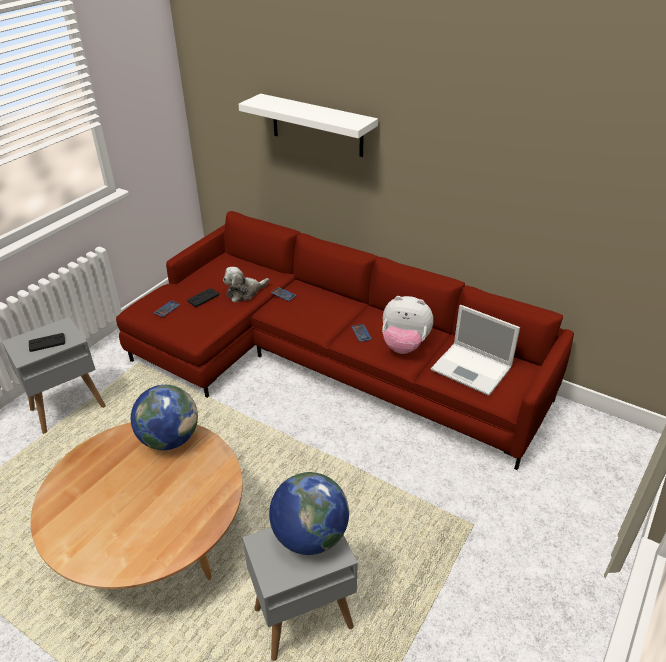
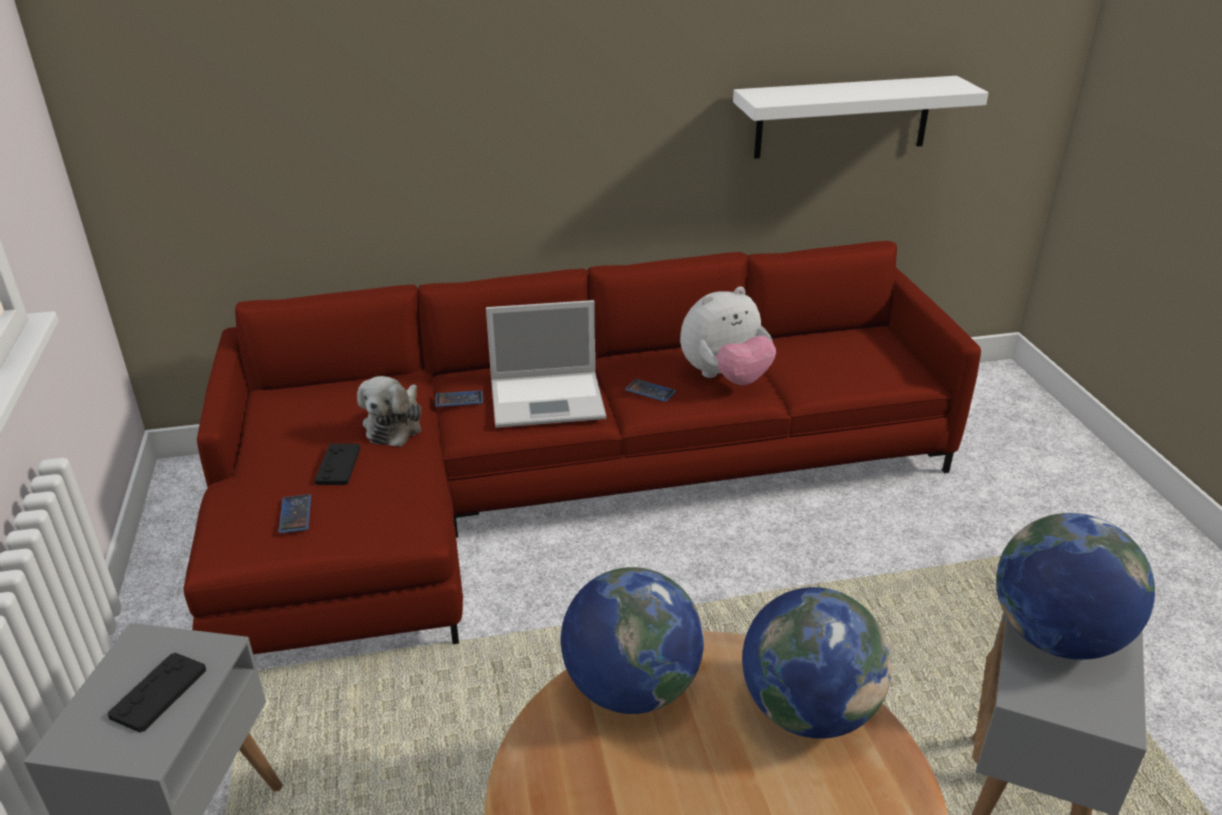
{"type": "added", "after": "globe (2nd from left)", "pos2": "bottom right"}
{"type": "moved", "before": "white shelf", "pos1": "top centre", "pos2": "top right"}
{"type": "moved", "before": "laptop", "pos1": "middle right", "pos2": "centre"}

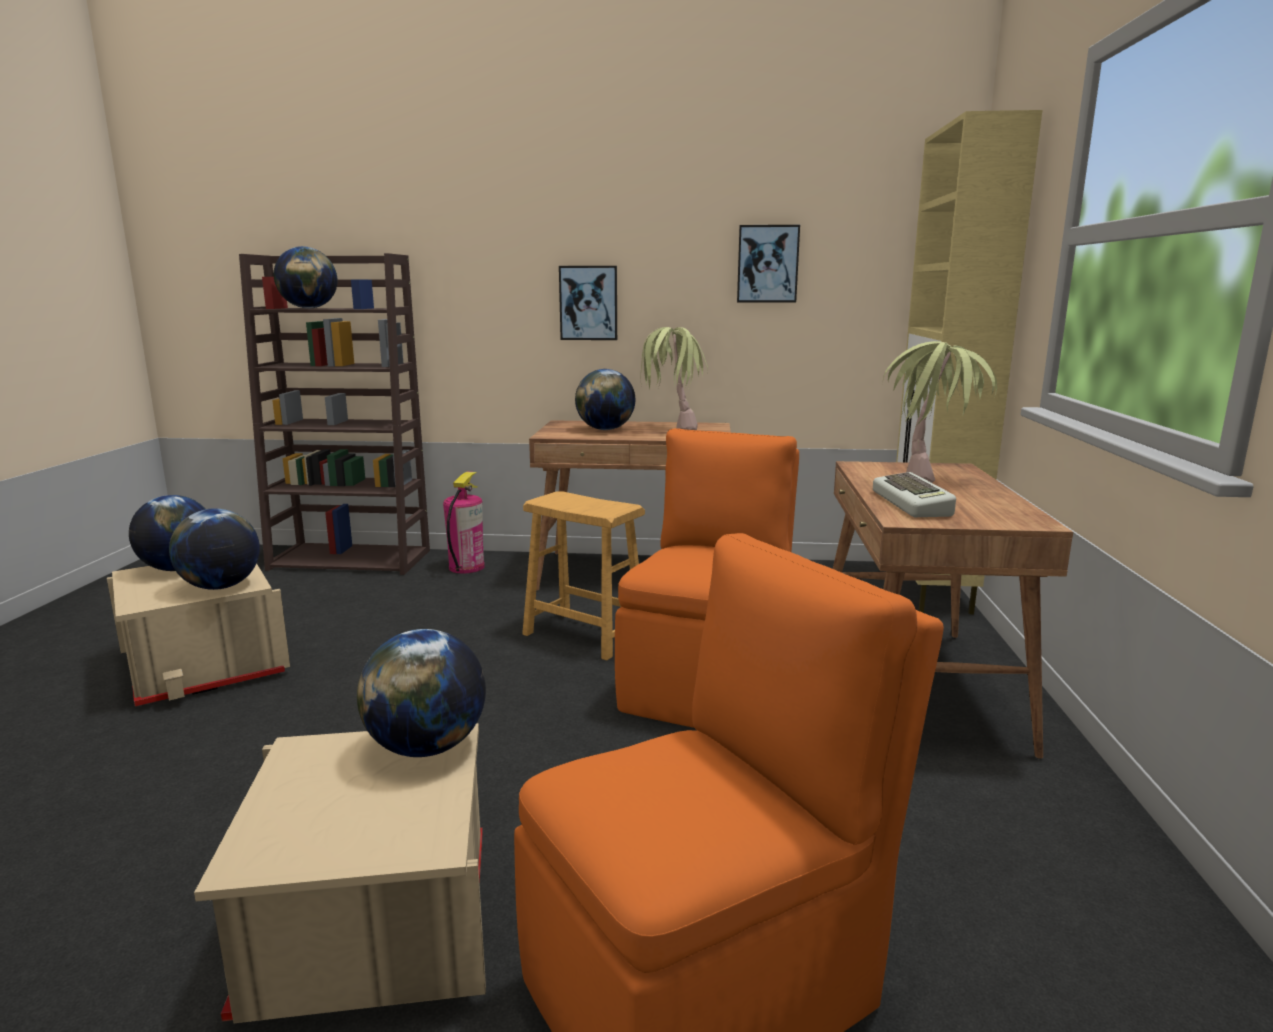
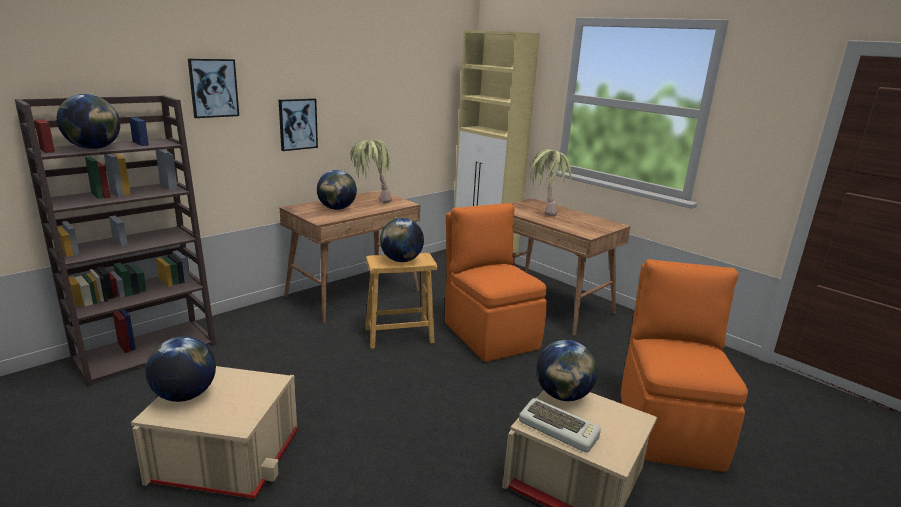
{"type": "removed", "before": "fire extinguisher", "pos1": "centre"}
{"type": "moved", "before": "globe (2nd from left in the first image)", "after": "globe (4th from left)", "pos1": "middle left", "pos2": "centre"}
{"type": "moved", "before": "picture (2nd from left in the first image)", "after": "picture (1st from left)", "pos1": "top centre", "pos2": "top left"}
{"type": "moved", "before": "keyboard", "pos1": "middle right", "pos2": "bottom centre"}

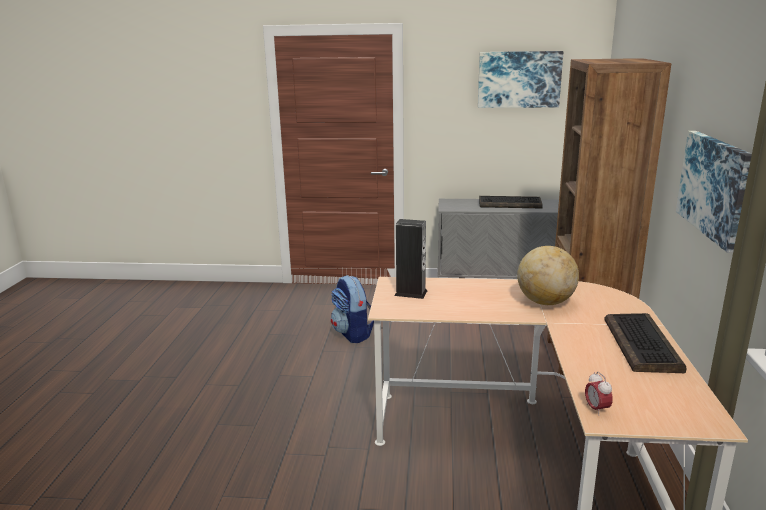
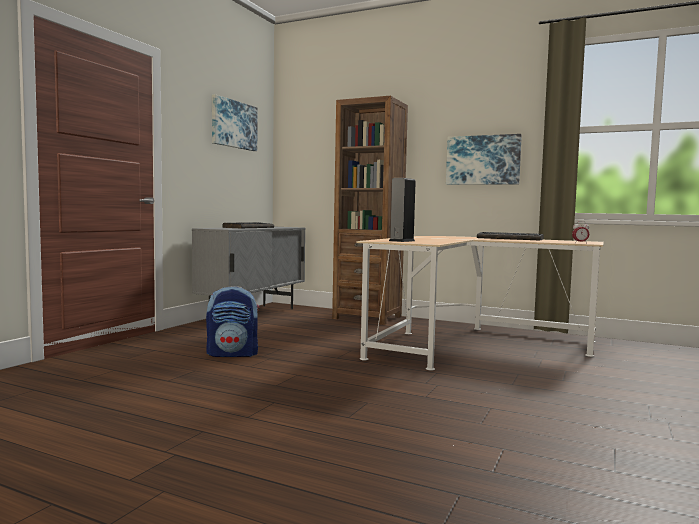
{"type": "removed", "before": "globe", "pos1": "middle right"}

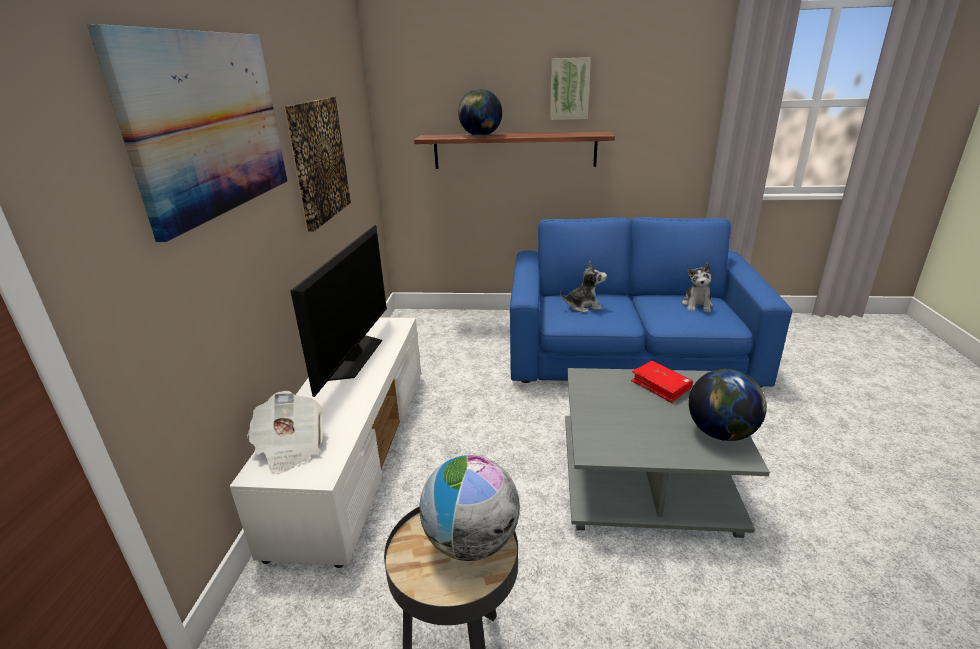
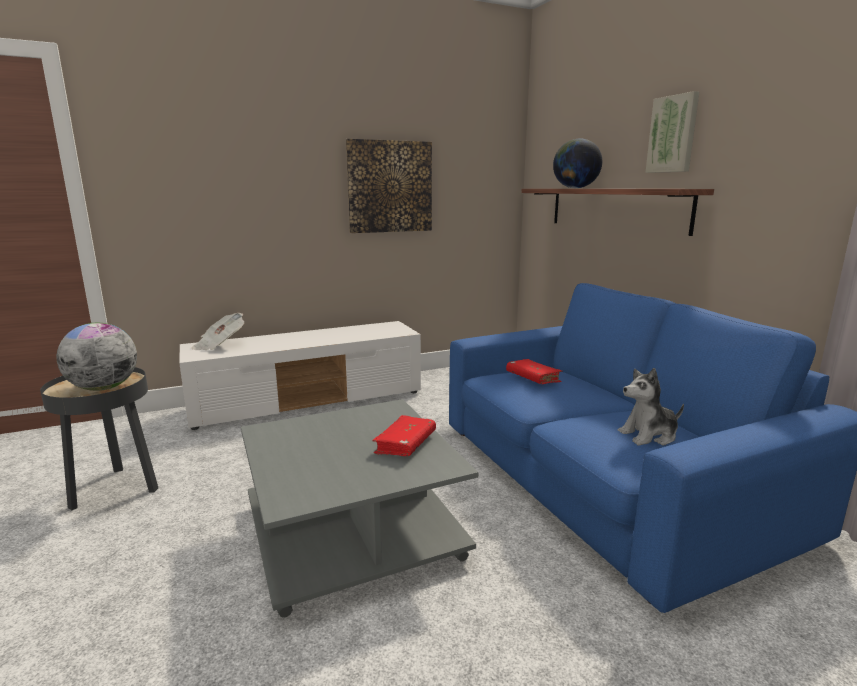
{"type": "removed", "before": "picture (1st from left)", "pos1": "top left"}
{"type": "removed", "before": "television", "pos1": "centre"}
{"type": "removed", "before": "globe (3rd from left)", "pos1": "middle right"}
{"type": "replaced", "before": "plush toy (1st from left)", "after": "red book (2nd from left)", "pos1": "centre", "pos2": "centre"}

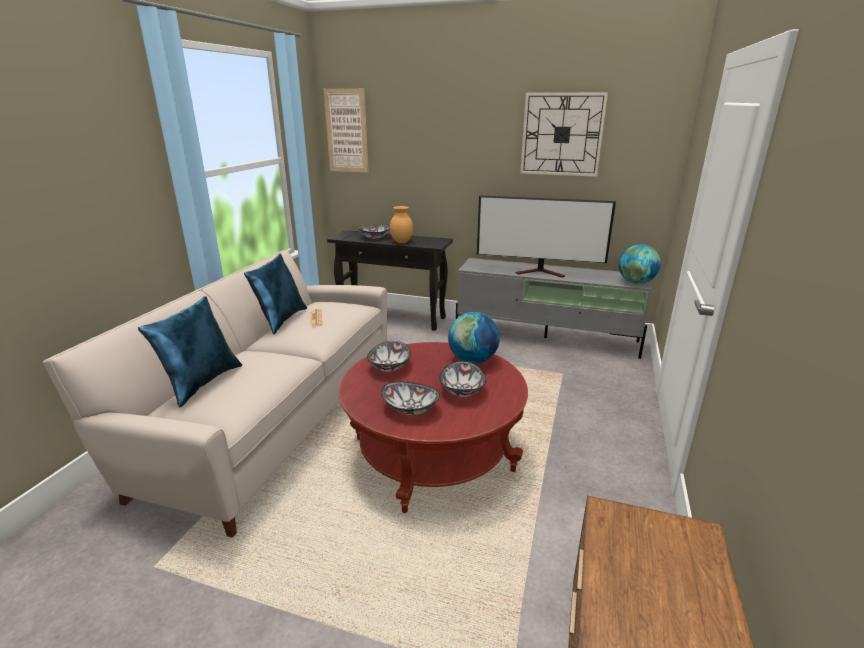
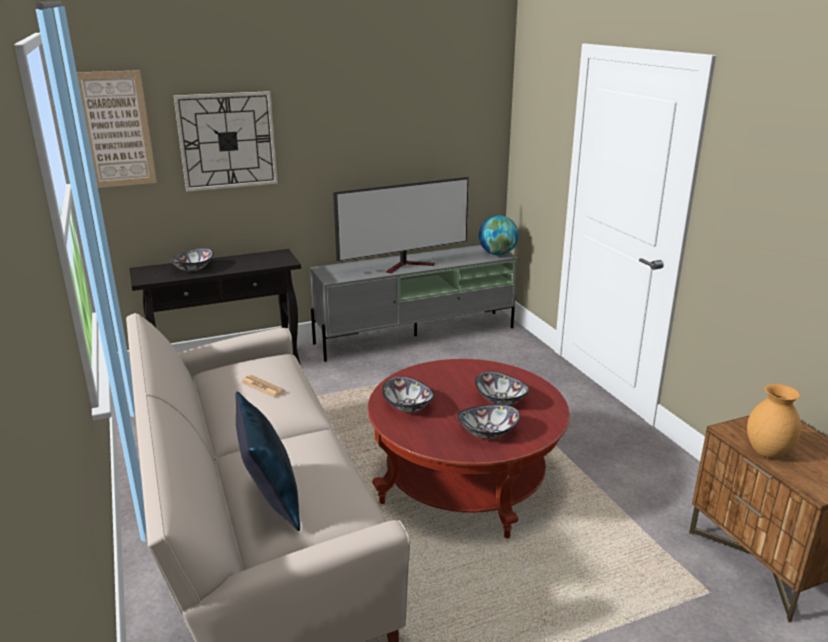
{"type": "removed", "before": "blue pillow (2nd from left)", "pos1": "middle left"}
{"type": "removed", "before": "globe (1st from left)", "pos1": "centre"}
{"type": "moved", "before": "brown vase", "pos1": "centre", "pos2": "middle right"}
{"type": "moved", "before": "wall clock", "pos1": "top centre", "pos2": "top left"}

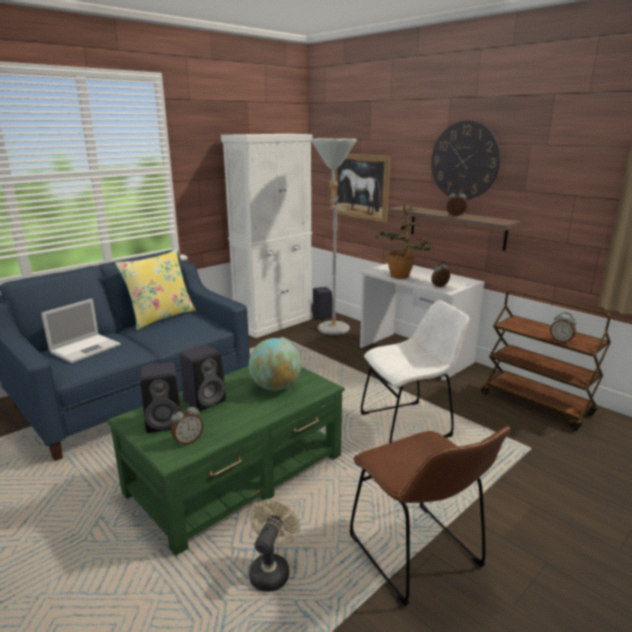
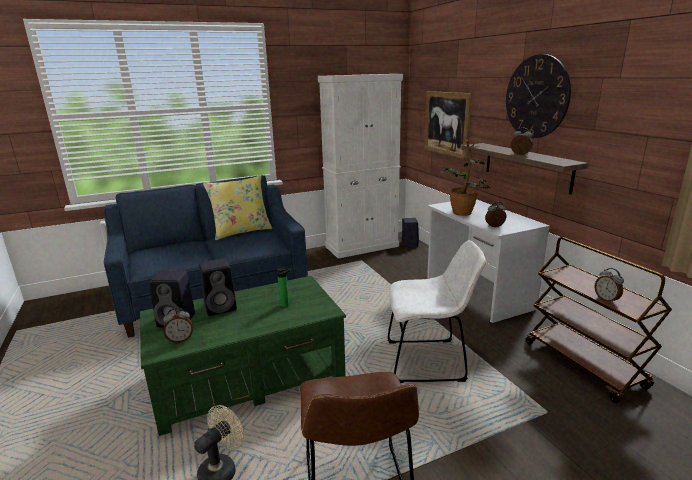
{"type": "removed", "before": "laptop", "pos1": "middle left"}
{"type": "removed", "before": "grey floor lamp", "pos1": "centre"}
{"type": "replaced", "before": "globe", "after": "bottle", "pos1": "centre", "pos2": "centre"}

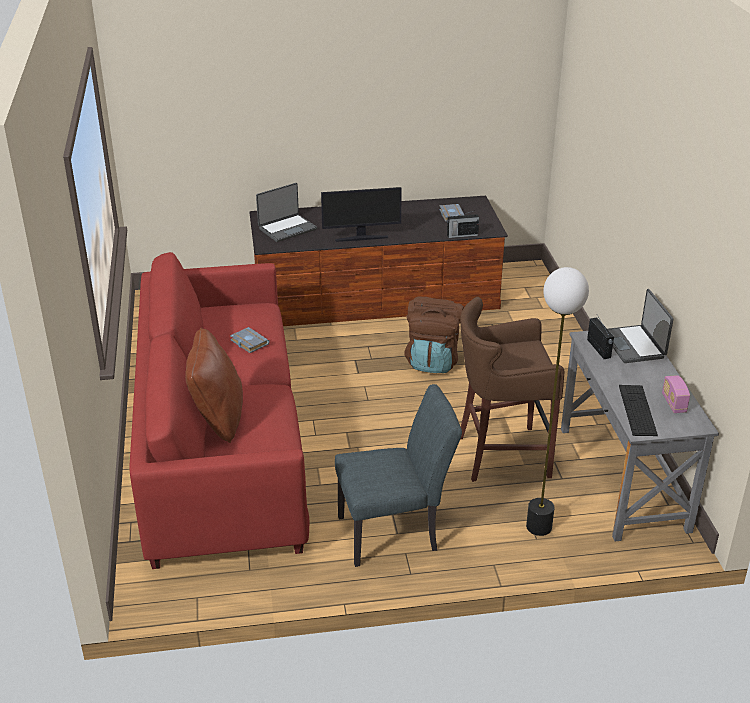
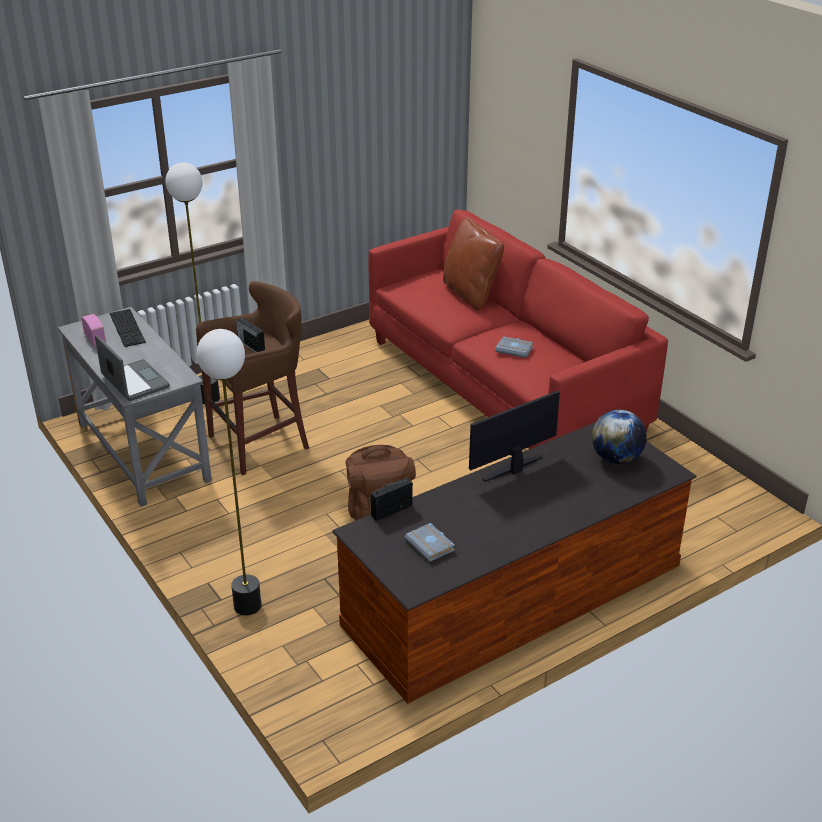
{"type": "removed", "before": "grey chair", "pos1": "bottom centre"}
{"type": "added", "after": "floor lamp (2nd from left)", "pos2": "middle left"}
{"type": "moved", "before": "radio (2nd from left)", "pos1": "middle right", "pos2": "middle left"}
{"type": "replaced", "before": "laptop (1st from left)", "after": "globe", "pos1": "top centre", "pos2": "middle right"}

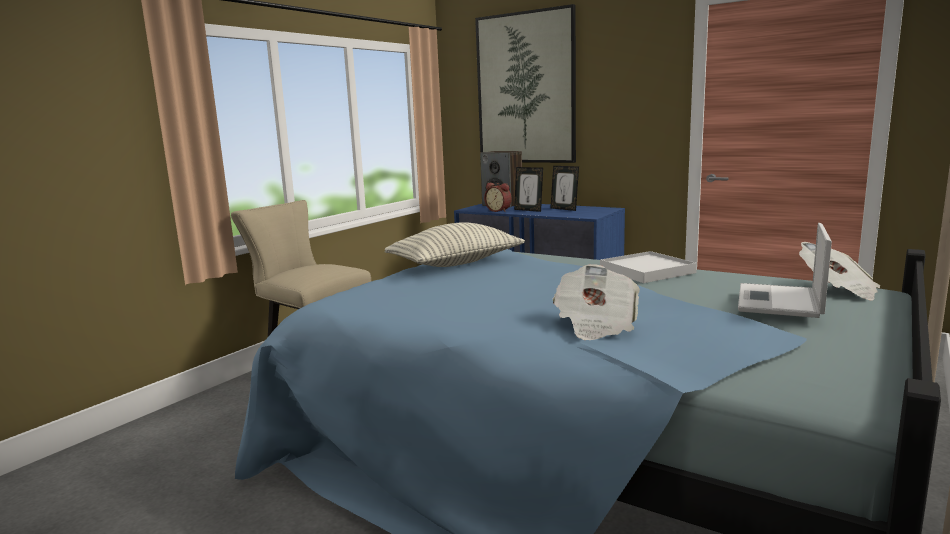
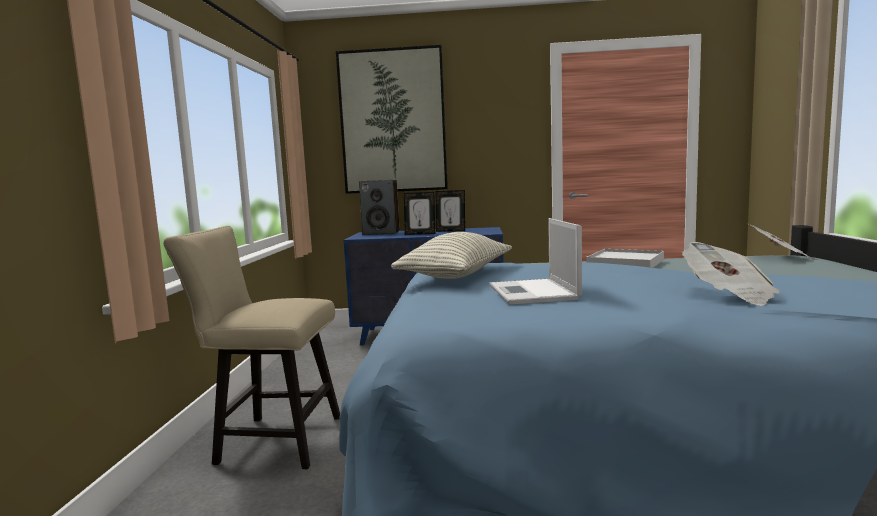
{"type": "removed", "before": "alarm clock", "pos1": "centre"}
{"type": "moved", "before": "laptop", "pos1": "middle right", "pos2": "centre"}

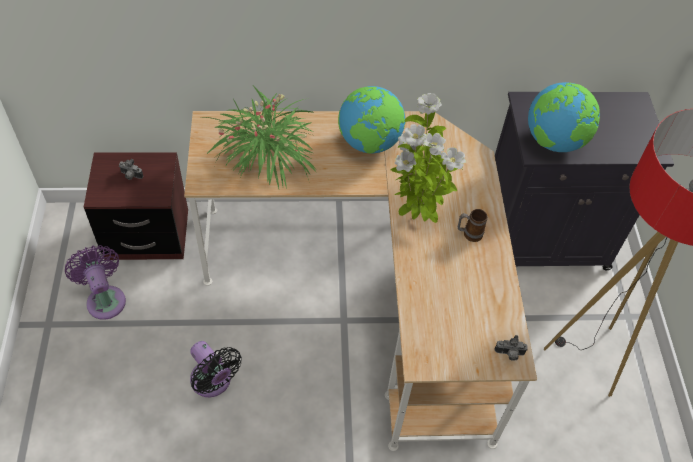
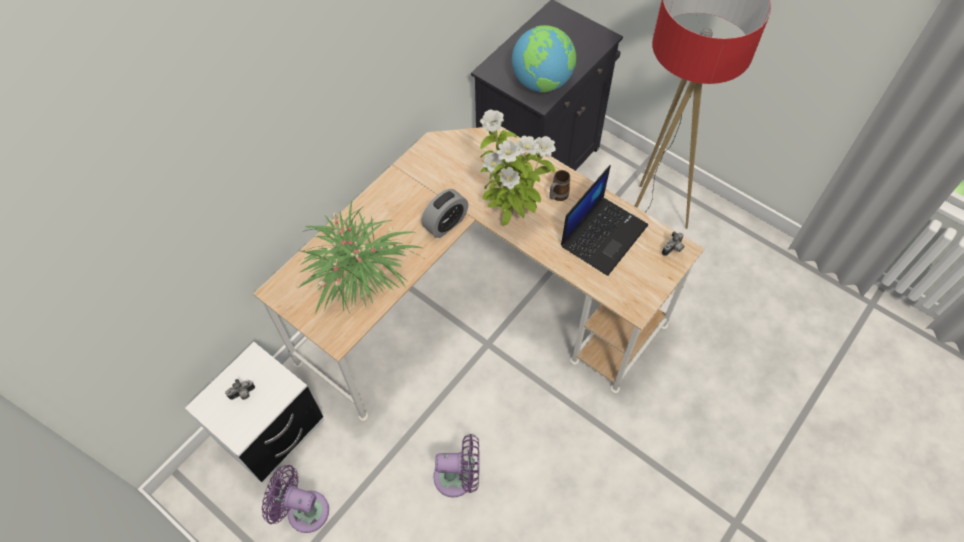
{"type": "removed", "before": "globe (1st from left)", "pos1": "top centre"}
{"type": "added", "after": "alarm clock", "pos2": "centre"}
{"type": "added", "after": "laptop", "pos2": "centre"}
{"type": "recoloured", "before": "brown nightstand", "after": "white nightstand", "pos1": "middle left", "pos2": "bottom left"}
{"type": "recoloured", "before": "black fan", "after": "purple fan (2nd from left)", "pos1": "bottom left", "pos2": "bottom centre"}

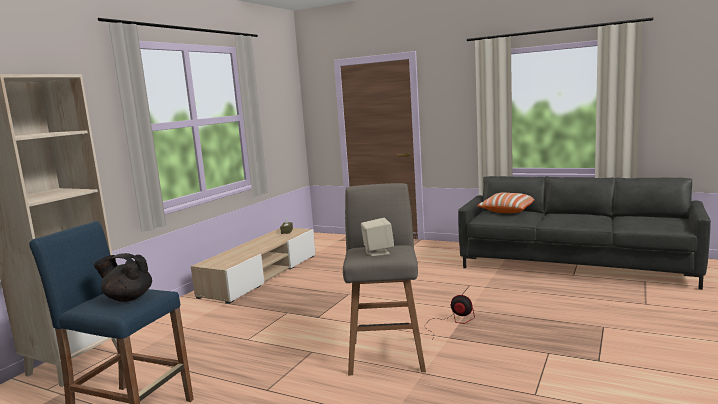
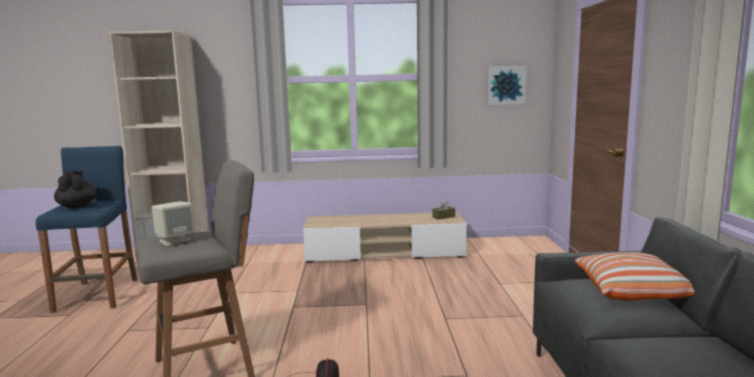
{"type": "added", "after": "picture", "pos2": "top right"}

